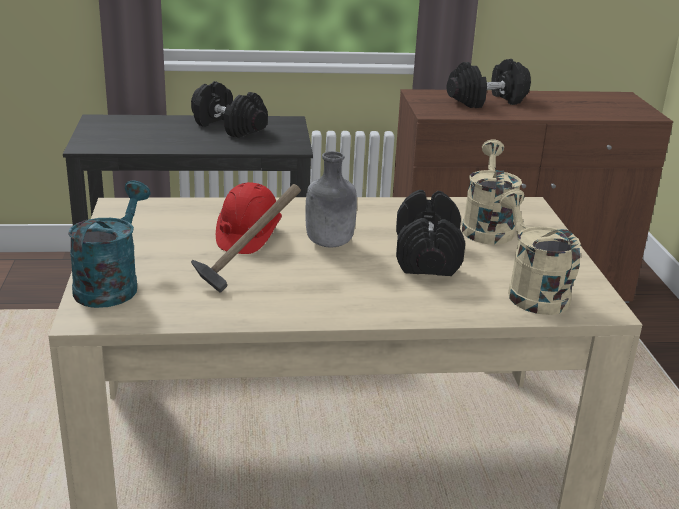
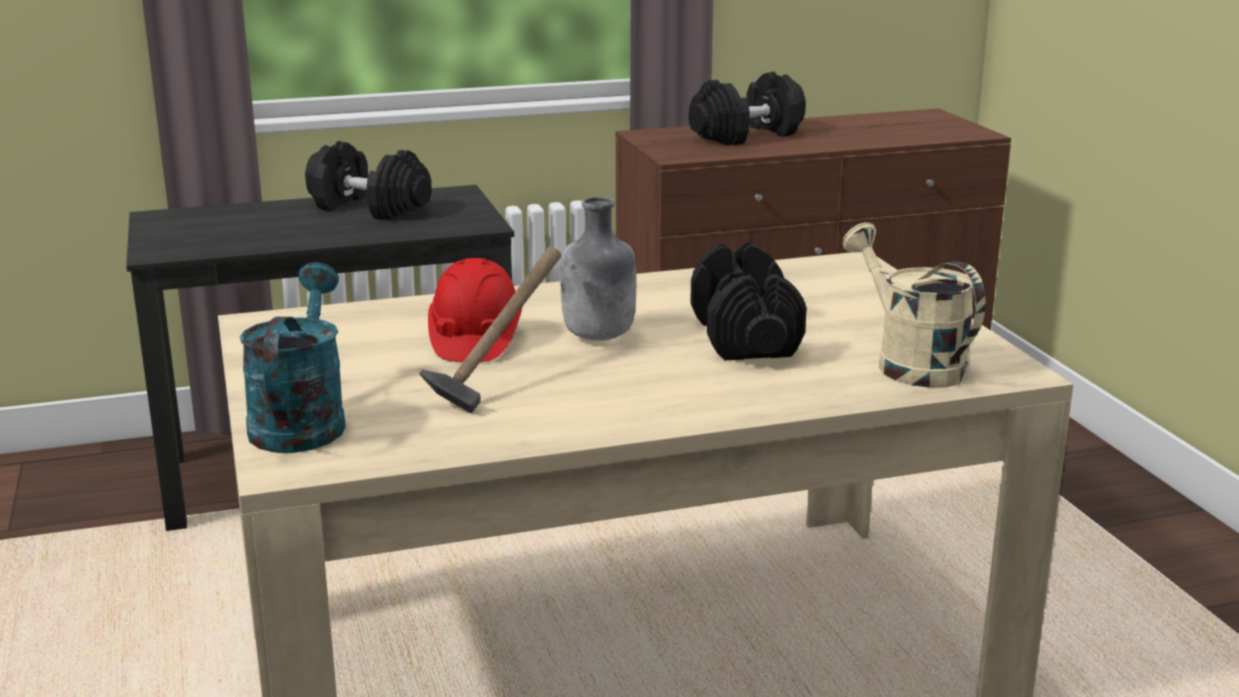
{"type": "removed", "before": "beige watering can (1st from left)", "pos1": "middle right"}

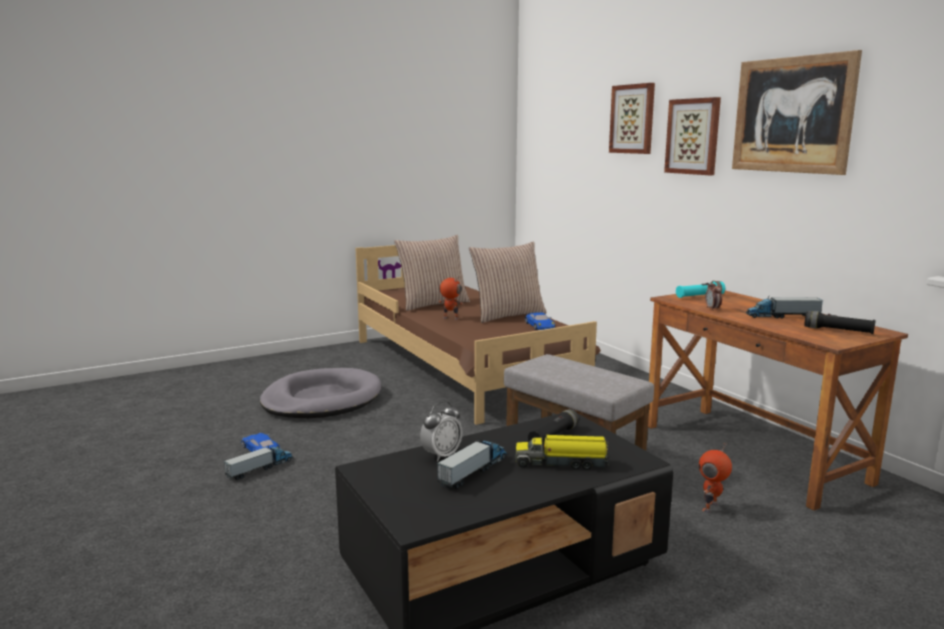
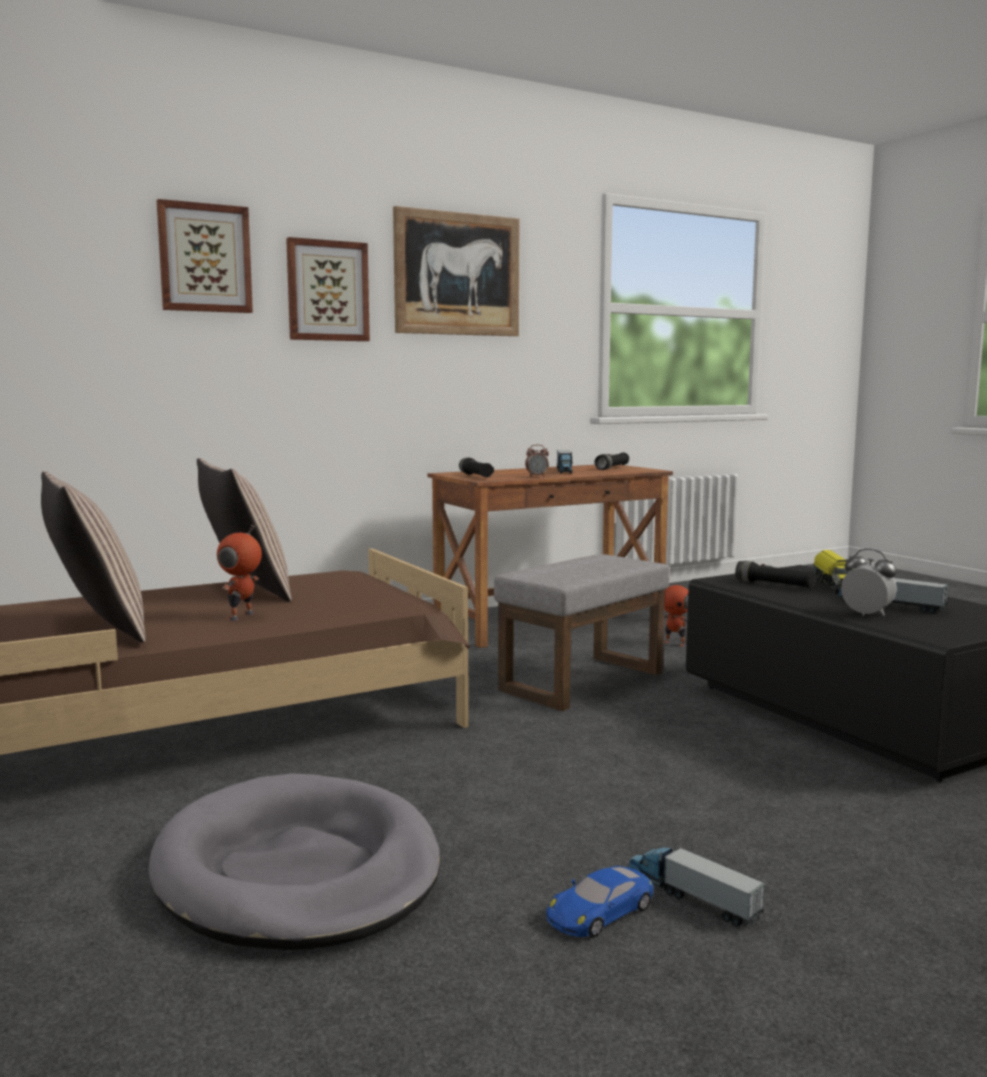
{"type": "removed", "before": "blue toy car (2nd from left)", "pos1": "centre"}
{"type": "recoloured", "before": "turquoise flashlight", "after": "black flashlight (1st from left)", "pos1": "middle right", "pos2": "centre"}

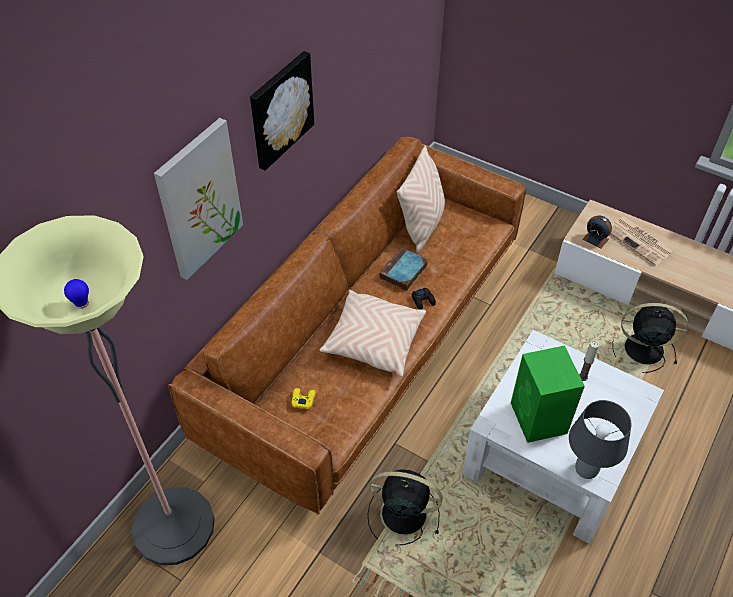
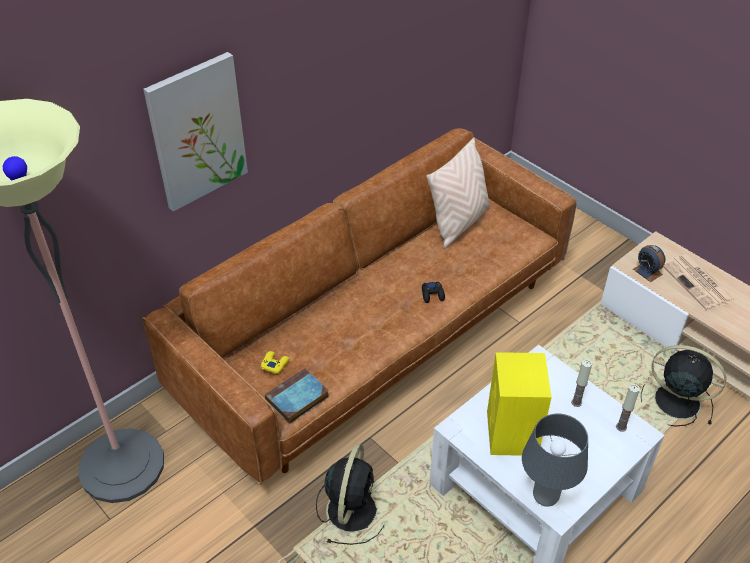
{"type": "removed", "before": "picture (2nd from left)", "pos1": "top centre"}
{"type": "removed", "before": "beige pillow (1st from left)", "pos1": "centre"}
{"type": "added", "after": "candle (2nd from left)", "pos2": "bottom right"}
{"type": "moved", "before": "book", "pos1": "centre", "pos2": "bottom centre"}
{"type": "recoloured", "before": "green speaker", "after": "yellow speaker", "pos1": "middle right", "pos2": "bottom right"}
{"type": "turned", "before": "black fan (1st from left)", "pos1": "bottom centre", "pos2": "bottom centre", "turn": 75}

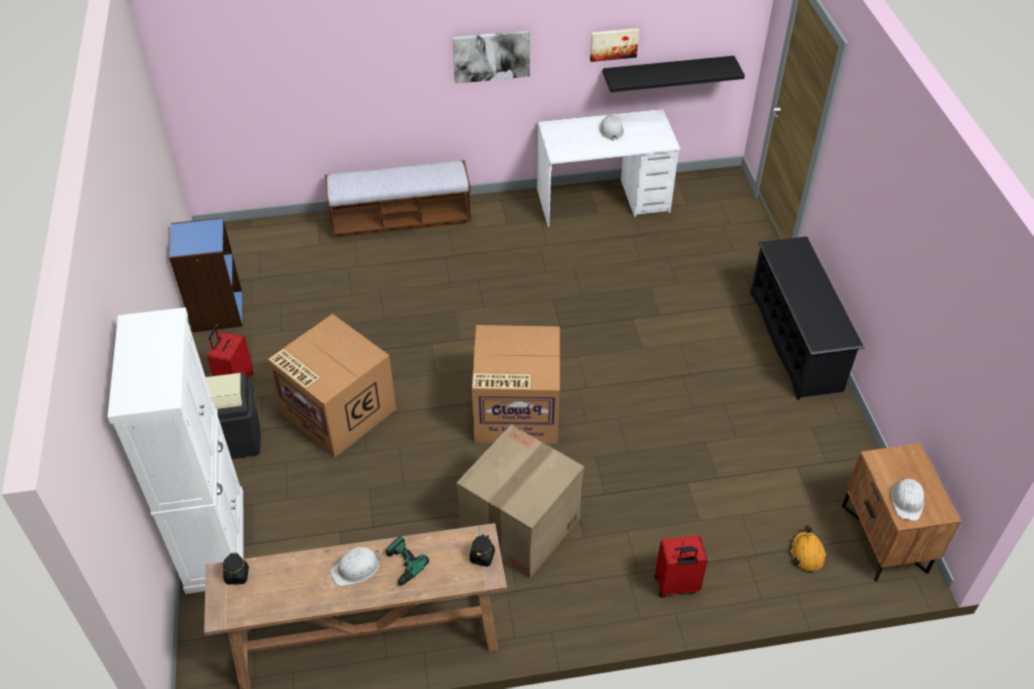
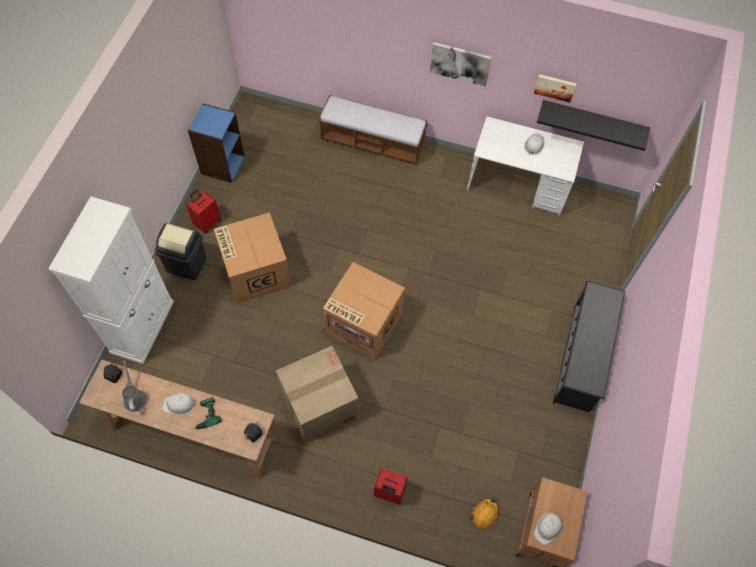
{"type": "added", "after": "grey watering can", "pos2": "bottom left"}

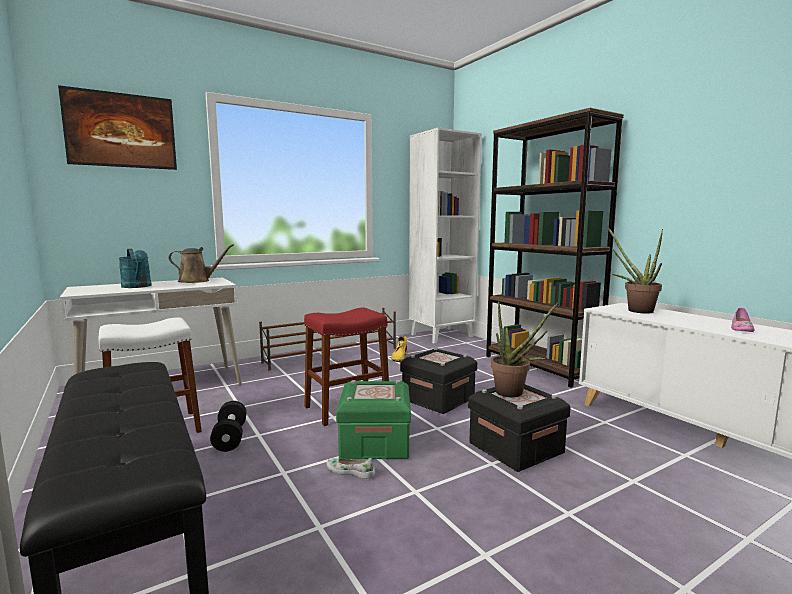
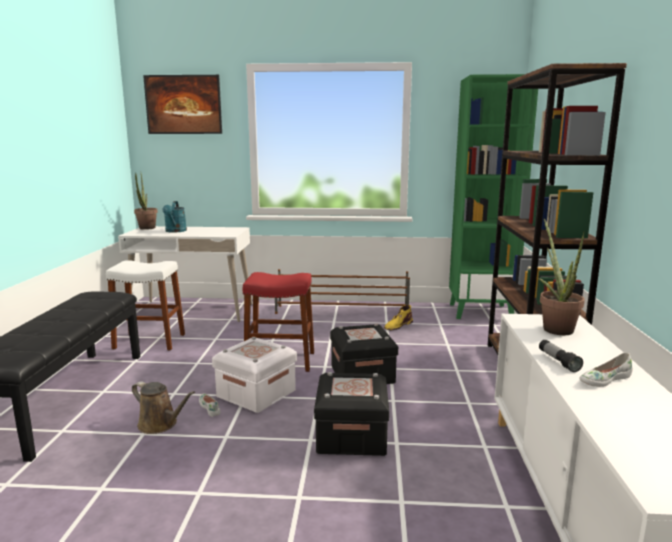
{"type": "removed", "before": "black dumbbell", "pos1": "bottom left"}
{"type": "added", "after": "flashlight", "pos2": "middle right"}
{"type": "moved", "before": "brown watering can", "pos1": "middle left", "pos2": "bottom left"}
{"type": "moved", "before": "potted plant (1st from left)", "pos1": "centre", "pos2": "middle left"}
{"type": "recoloured", "before": "green storage box", "after": "white storage box", "pos1": "bottom centre", "pos2": "bottom centre"}
{"type": "recoloured", "before": "white bookcase", "after": "green bookcase", "pos1": "centre", "pos2": "middle right"}
{"type": "recoloured", "before": "pink shoe", "after": "white shoe (2nd from left)", "pos1": "middle right", "pos2": "bottom right"}

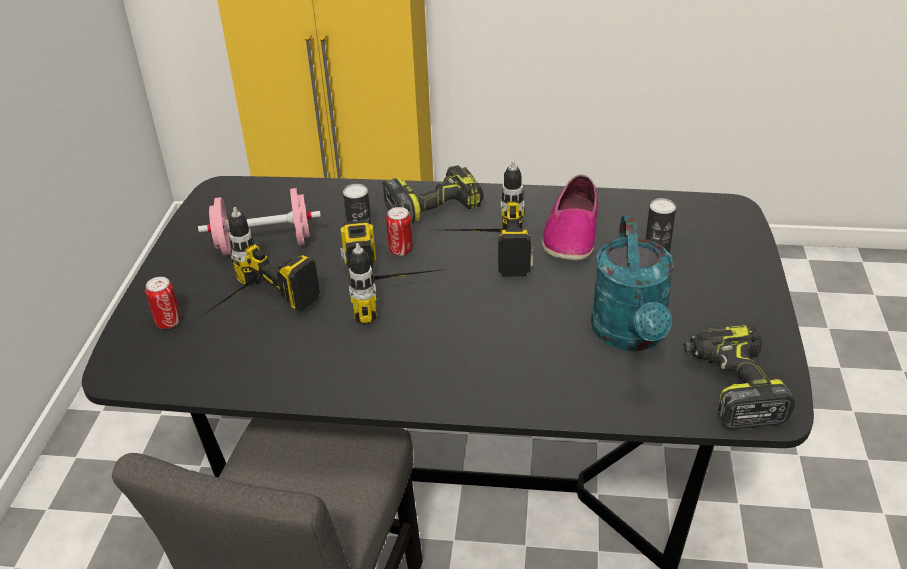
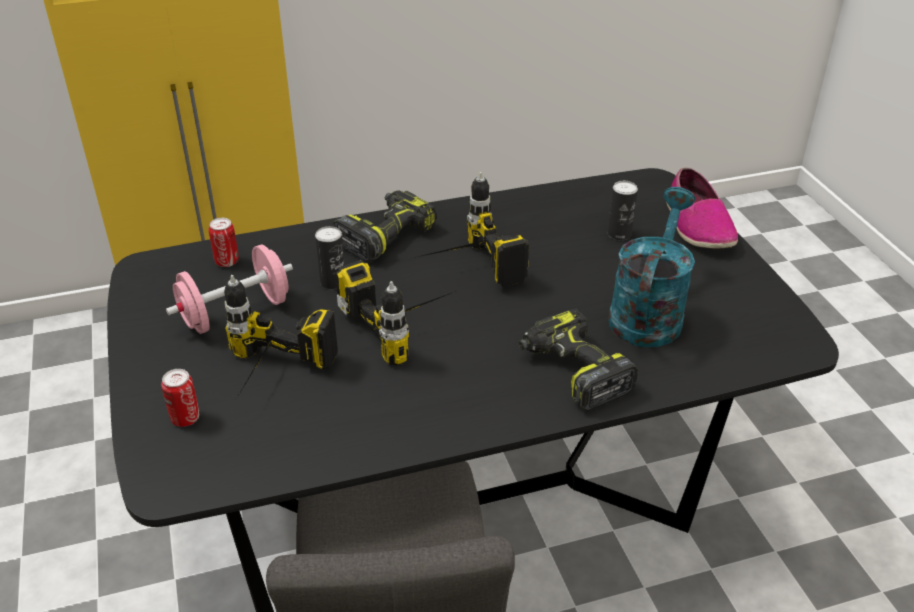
{"type": "moved", "before": "can (3rd from left in the first image)", "after": "can (2nd from left)", "pos1": "centre", "pos2": "middle left"}
{"type": "moved", "before": "shoe", "pos1": "centre", "pos2": "middle right"}
{"type": "moved", "before": "power drill (5th from left)", "pos1": "middle right", "pos2": "centre"}
{"type": "turned", "before": "turquoise watering can", "pos1": "middle right", "pos2": "middle right", "turn": -135}

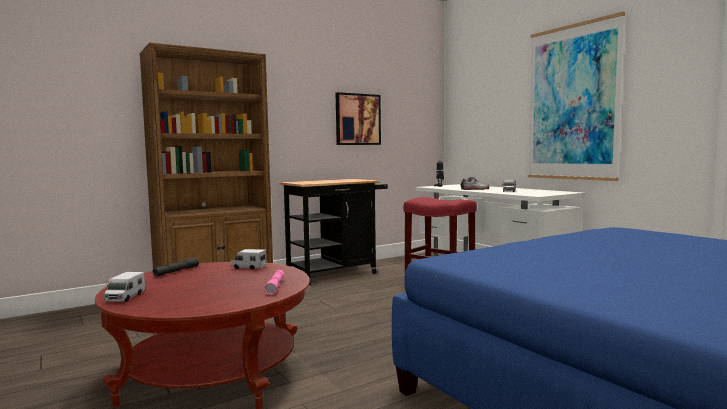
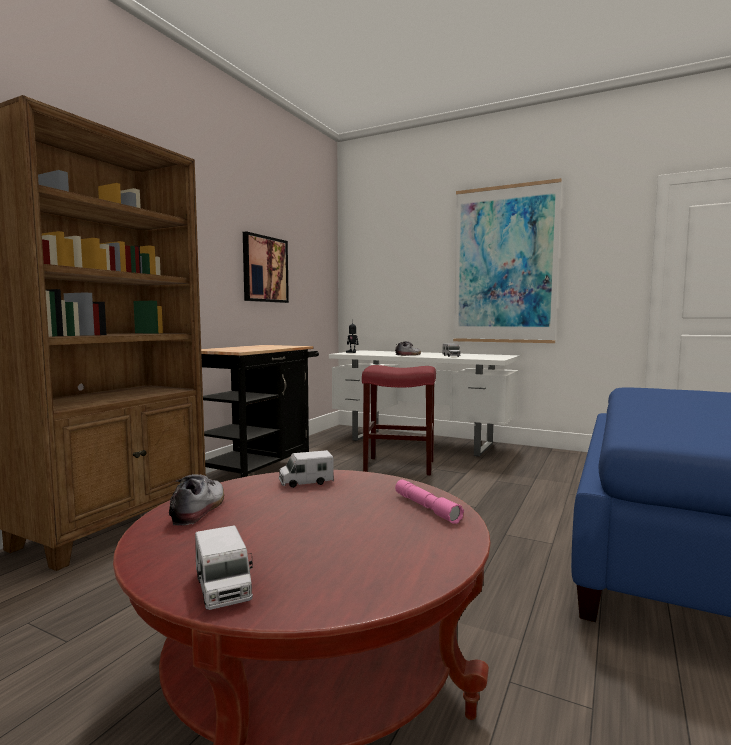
{"type": "replaced", "before": "grey flashlight", "after": "shoe (1st from left)", "pos1": "middle left", "pos2": "bottom left"}

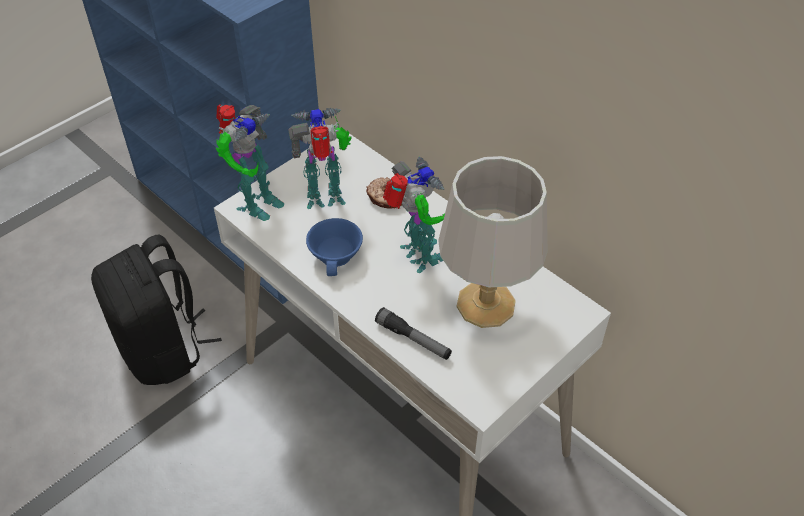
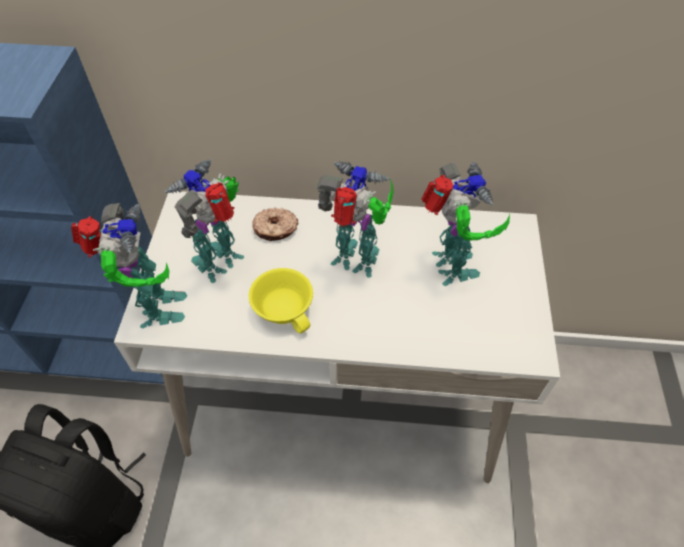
{"type": "removed", "before": "flashlight", "pos1": "centre"}
{"type": "replaced", "before": "grey table lamp", "after": "toy robot (4th from left)", "pos1": "centre", "pos2": "middle right"}
{"type": "recoloured", "before": "blue cup", "after": "yellow cup", "pos1": "centre", "pos2": "centre"}

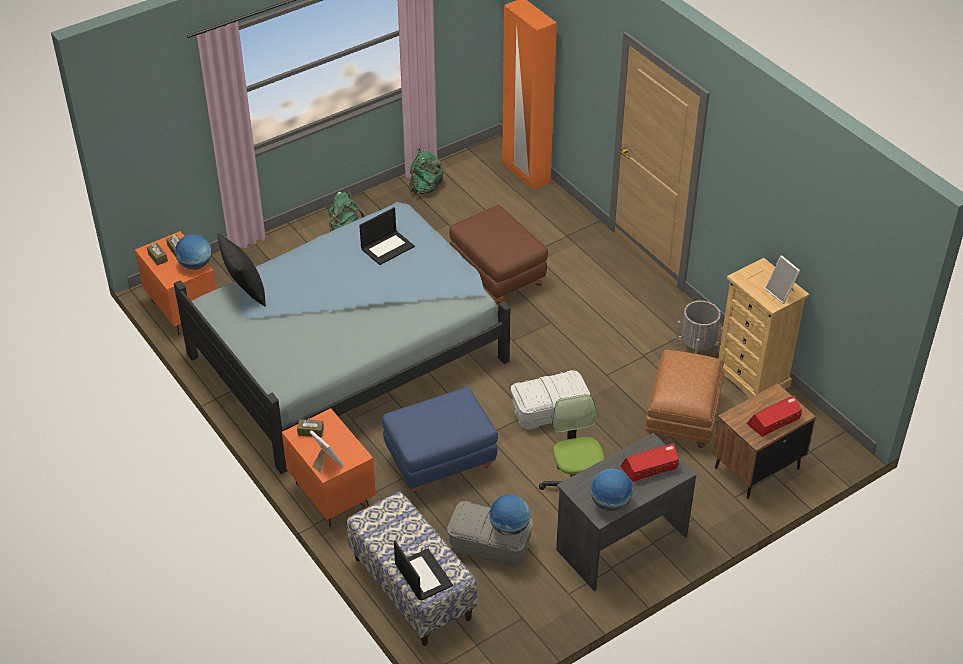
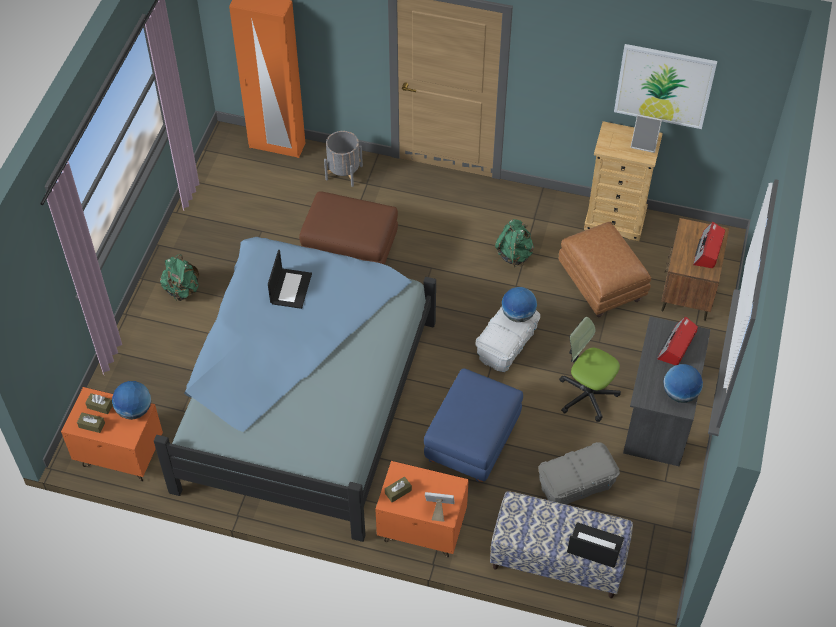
{"type": "removed", "before": "black pillow", "pos1": "middle left"}
{"type": "added", "after": "picture", "pos2": "top right"}
{"type": "moved", "before": "green backpack (2nd from left)", "pos1": "top centre", "pos2": "centre"}
{"type": "moved", "before": "globe (2nd from left)", "pos1": "bottom centre", "pos2": "centre"}
{"type": "moved", "before": "grey planter", "pos1": "middle right", "pos2": "top centre"}

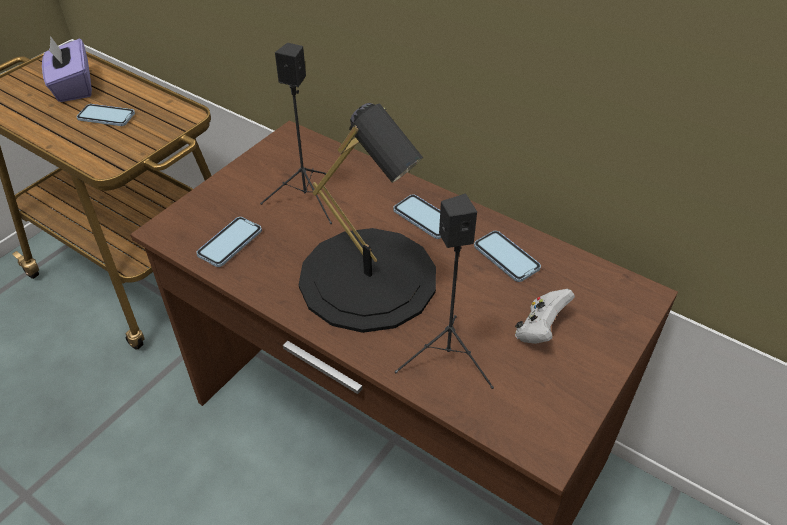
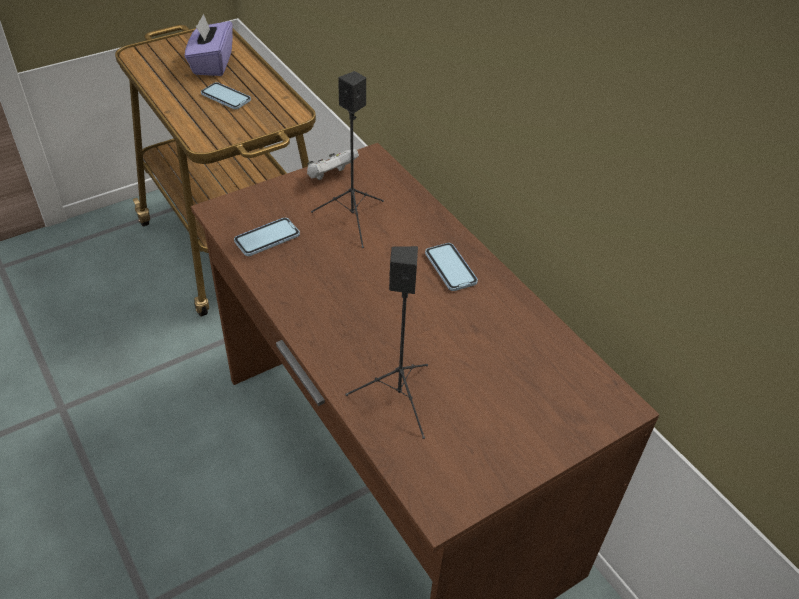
{"type": "removed", "before": "black table lamp", "pos1": "centre"}
{"type": "removed", "before": "phone (4th from left)", "pos1": "centre"}
{"type": "moved", "before": "white game controller", "pos1": "middle right", "pos2": "top centre"}

